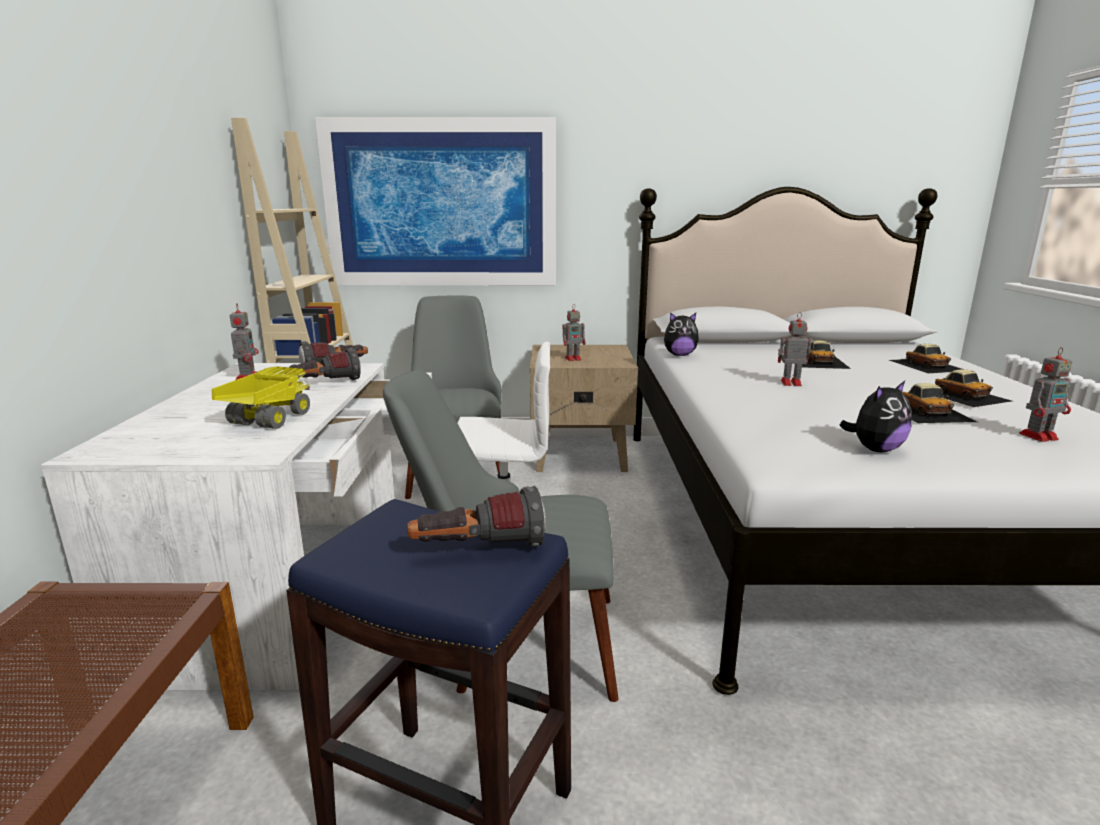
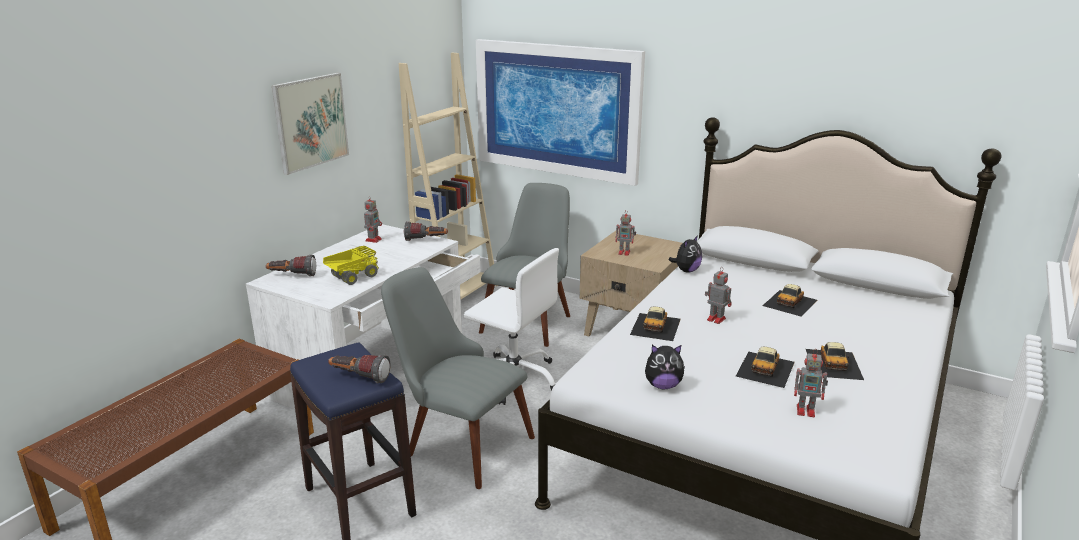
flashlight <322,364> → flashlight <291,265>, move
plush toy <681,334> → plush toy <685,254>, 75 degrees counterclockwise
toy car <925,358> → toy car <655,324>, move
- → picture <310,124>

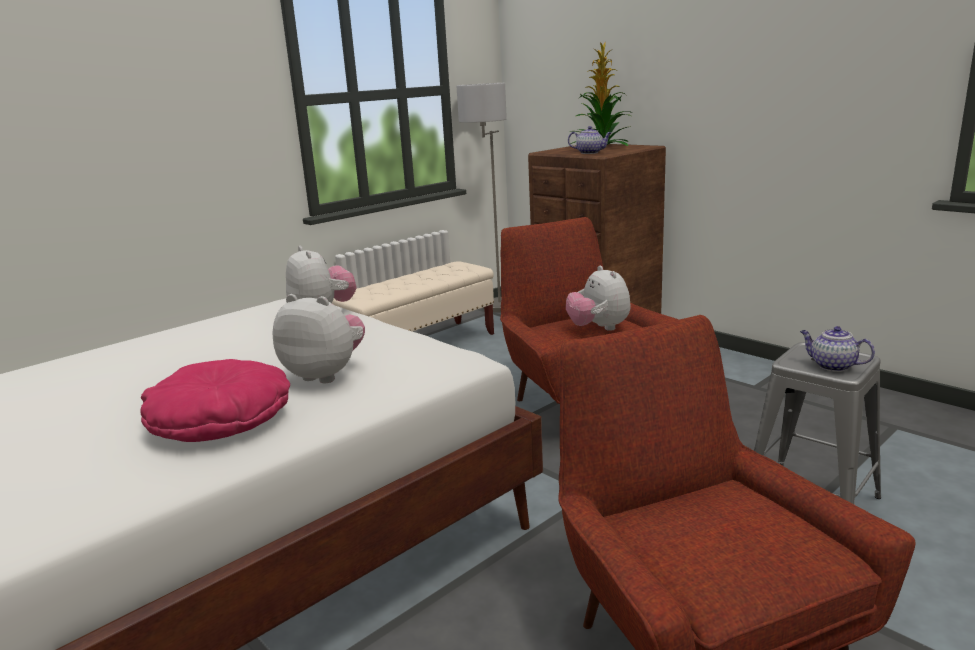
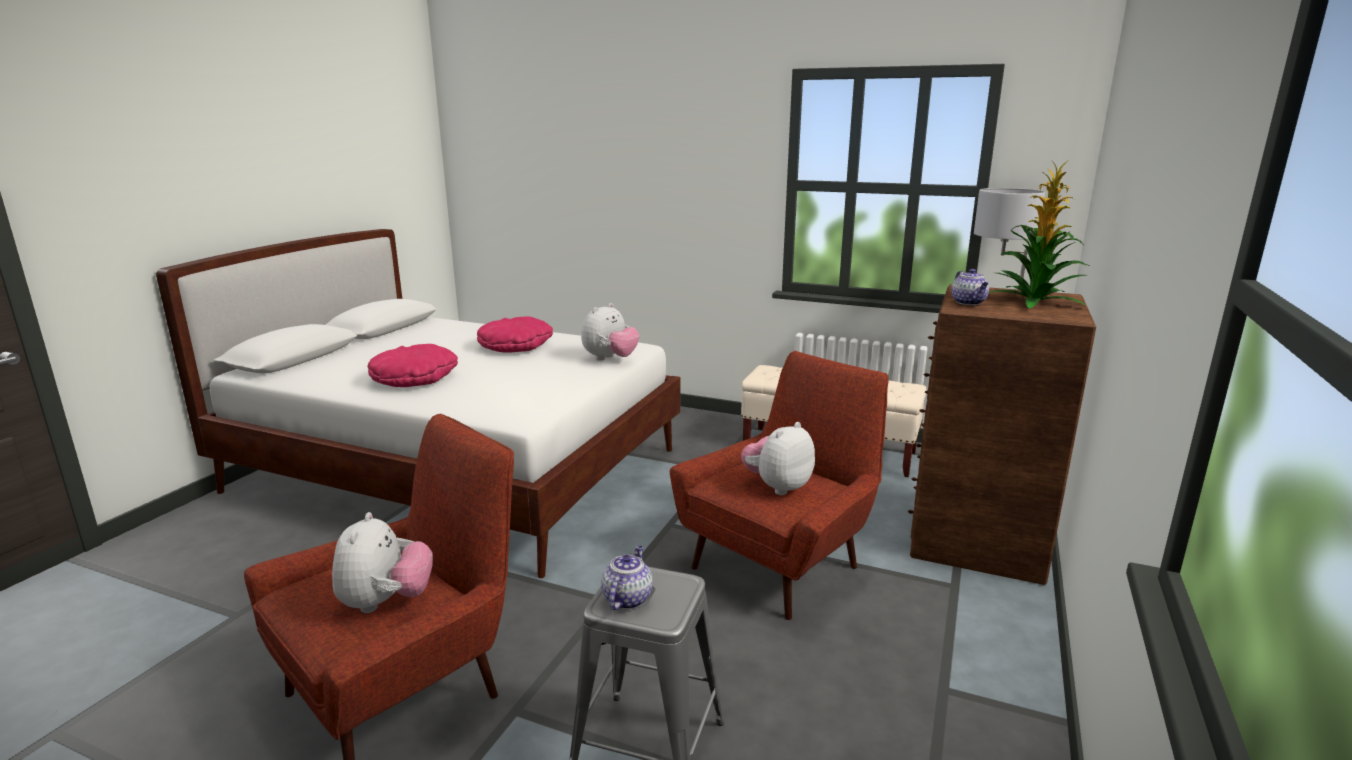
plush toy <318,338> → plush toy <382,562>, move
- → pillow in pink <515,335>

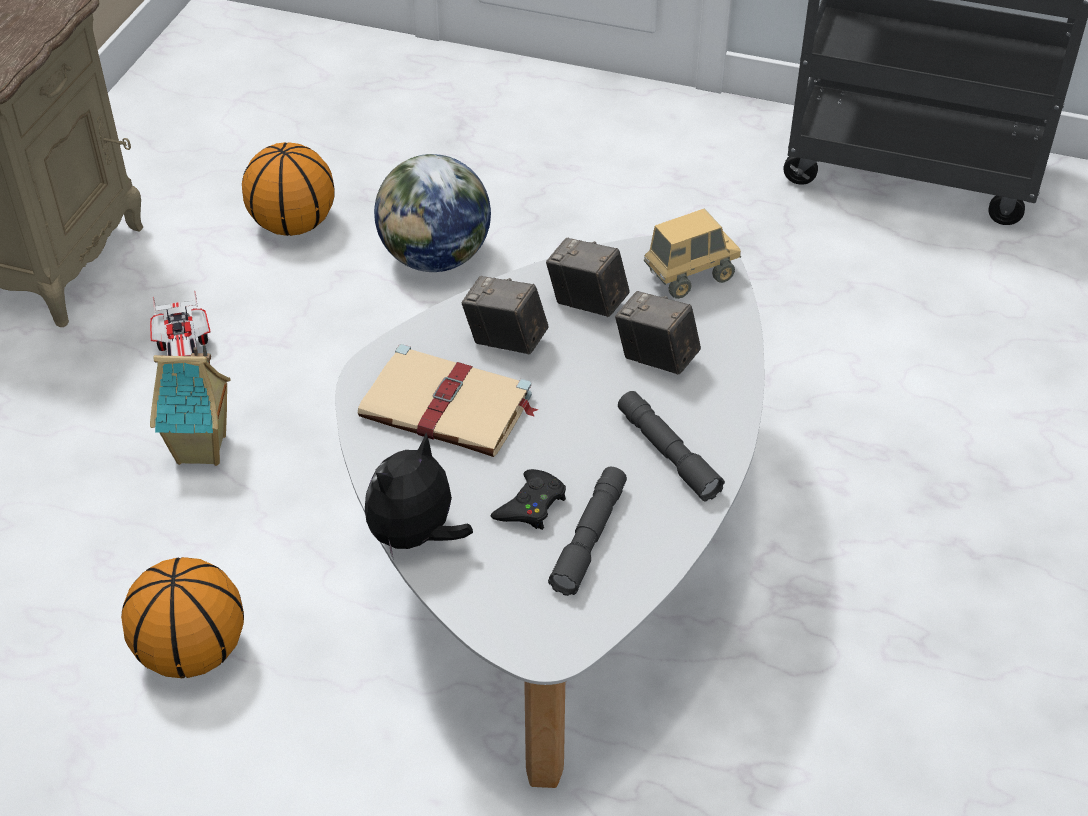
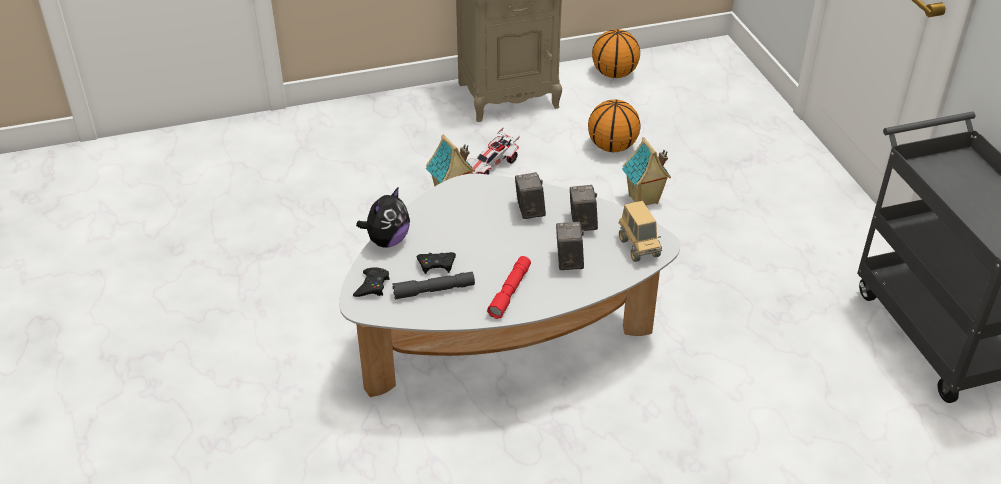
basketball <182,617> → basketball <616,53>, move
book in beige <448,400> → -
plush toy <419,496> → plush toy <383,217>, 120 degrees clockwise
globe <432,213> → toy house <646,171>
flashlight in grey <671,446> → flashlight in red <509,287>
toy truck <692,254> → toy truck <640,231>, 45 degrees clockwise
- → game controller in black <371,282>

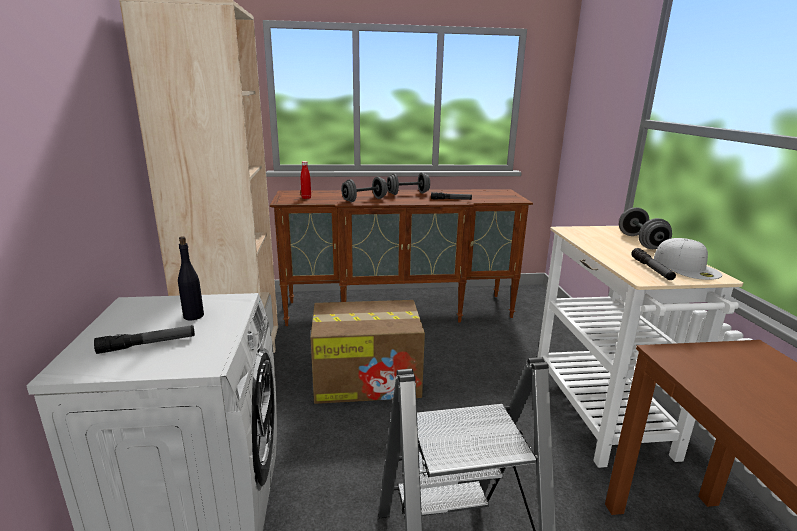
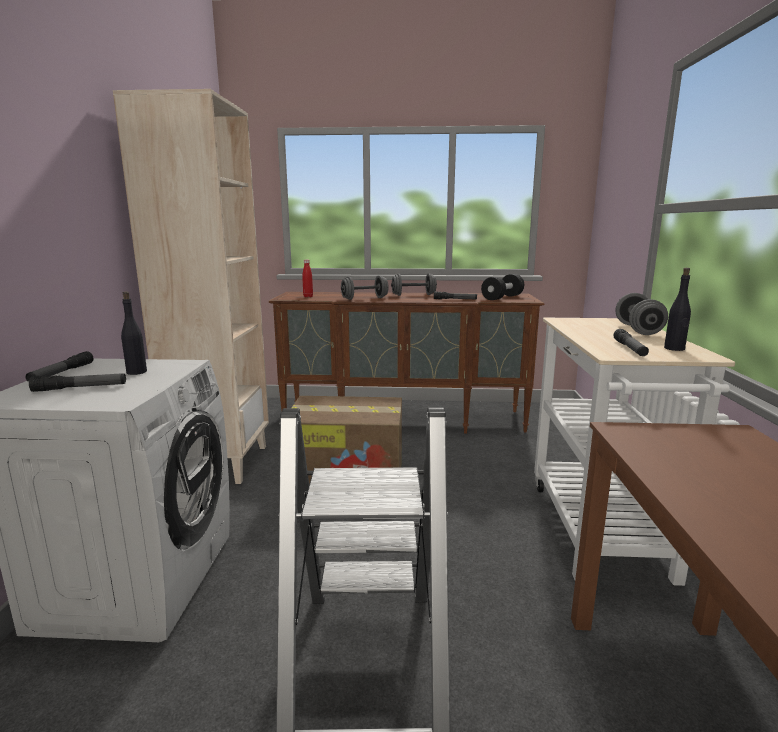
cap in white <688,259> → bottle in black <677,309>
- → flashlight <59,366>
- → dumbbell in black <502,287>

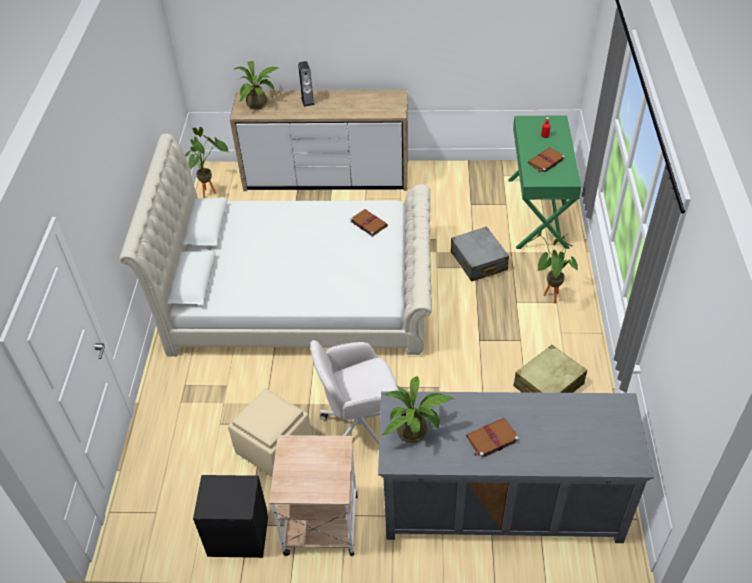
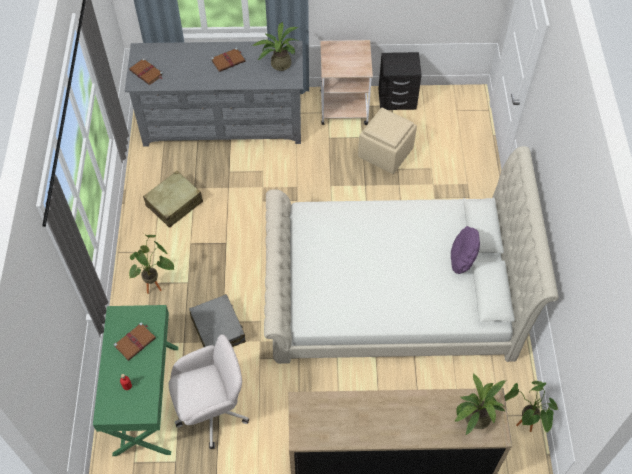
speaker <306,84> → -
office chair in white <354,392> → office chair in white <209,392>, move
book in brown <369,223> → book in brown <146,71>, move
- → pillow in purple <465,250>

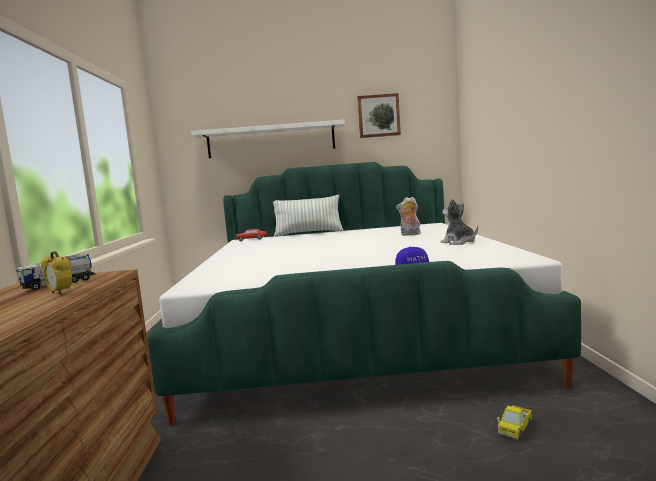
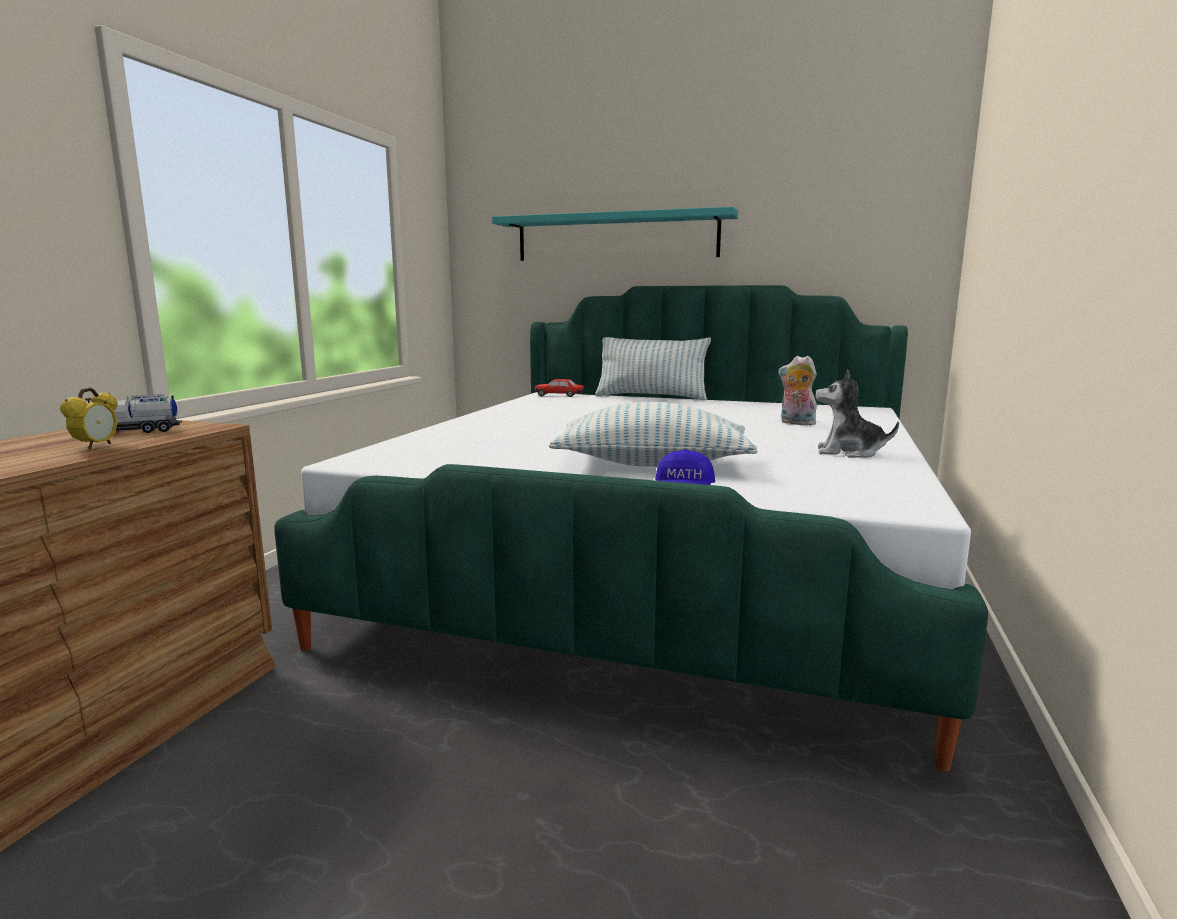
alarm clock <56,273> → alarm clock <89,418>, 135 degrees counterclockwise
shelf in white <268,139> → shelf in turquoise <615,234>
picture <379,115> → -
plush toy <459,221> → plush toy <857,414>, 60 degrees counterclockwise
toy truck <514,422> → -
- → pillow <653,434>

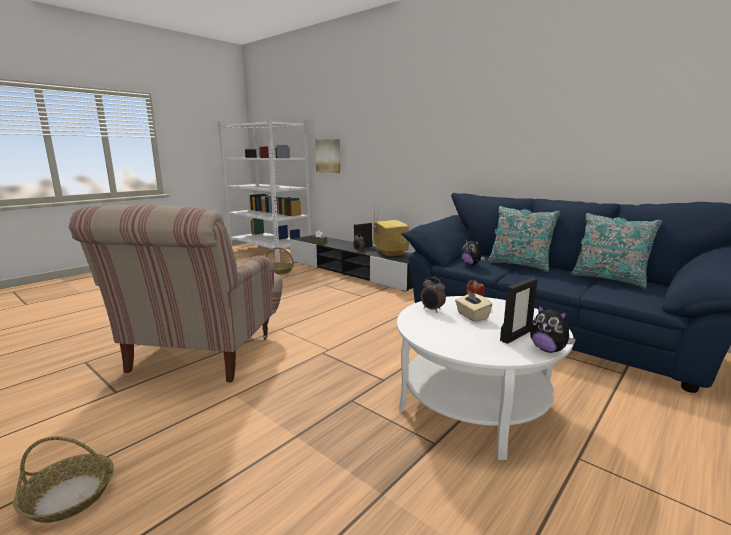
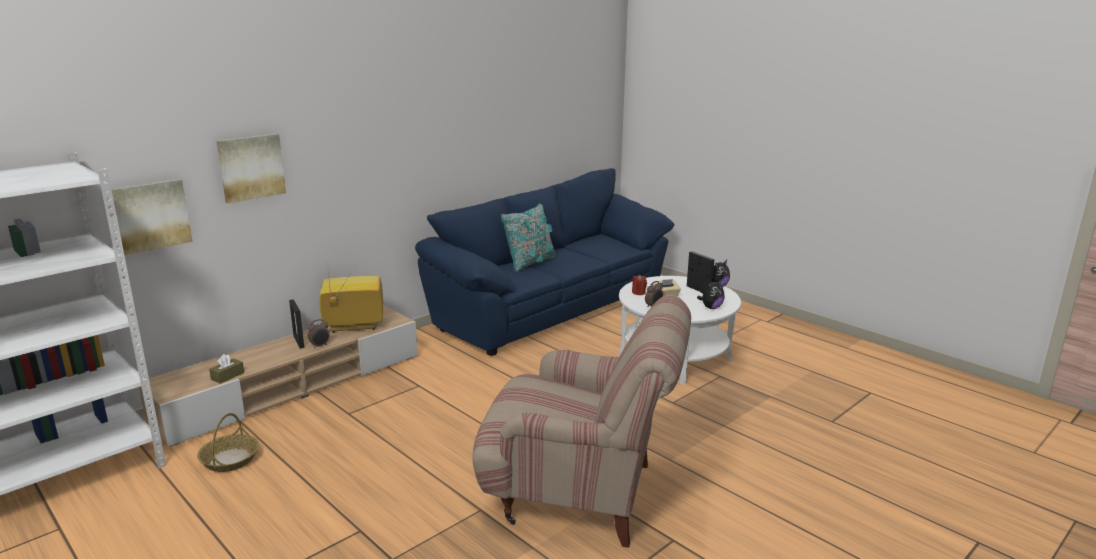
basket <63,479> → -
tv stand in black <351,263> → tv stand in beige <278,376>
plush toy <473,251> → plush toy <711,294>, move
pillow in turquoise <616,251> → -
- → picture <251,168>

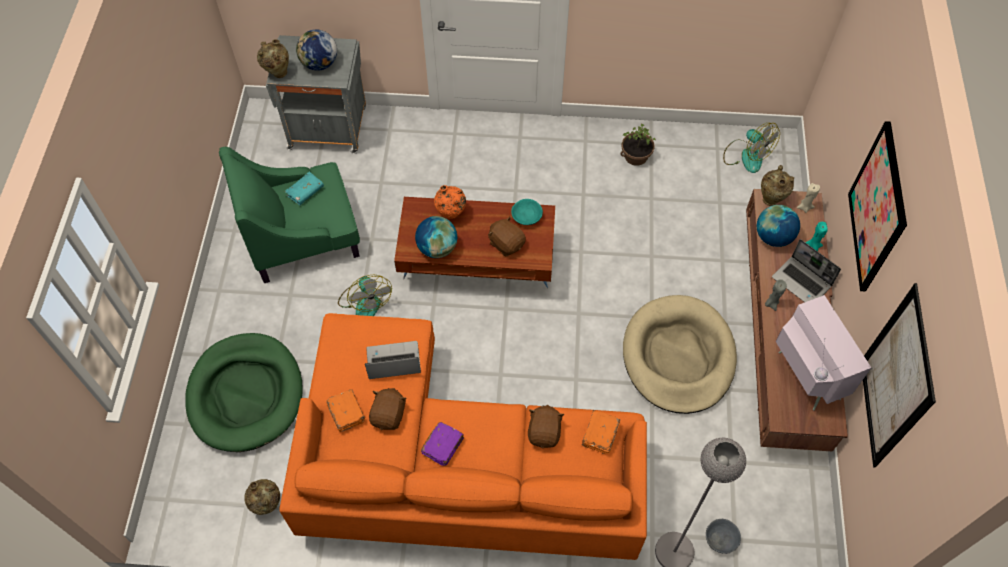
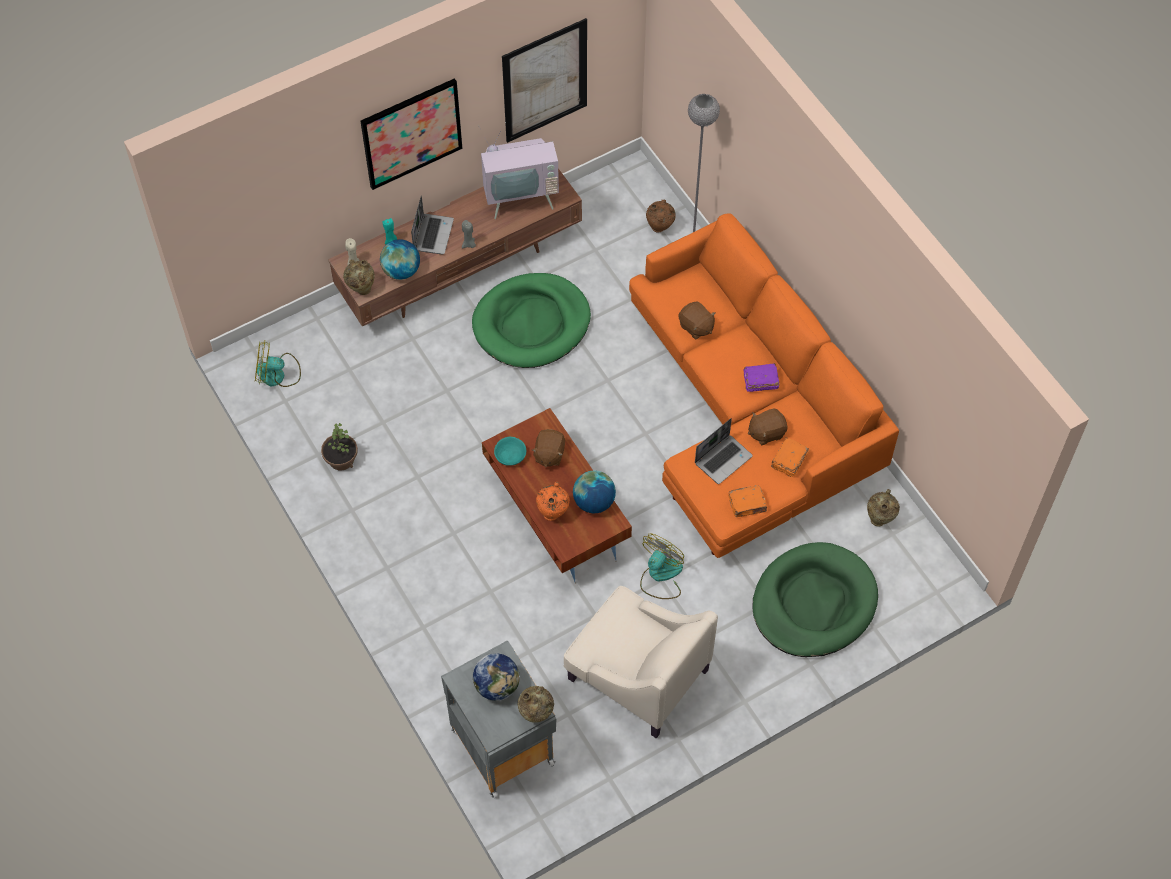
armchair in green <289,215> → armchair in beige <641,662>
book in turquoise <304,188> → -
laptop <393,360> → laptop <724,451>, 90 degrees counterclockwise
plush toy in brown <546,426> → plush toy in brown <697,320>, 105 degrees counterclockwise
book in orange <600,432> → book in orange <748,501>, move
dog bed in beige <680,354> → dog bed in green <531,320>
bowl in grey <723,536> → vase in brown <661,216>
fan <751,148> → fan <278,364>, 105 degrees counterclockwise
television <824,353> → television <518,170>, 135 degrees counterclockwise

